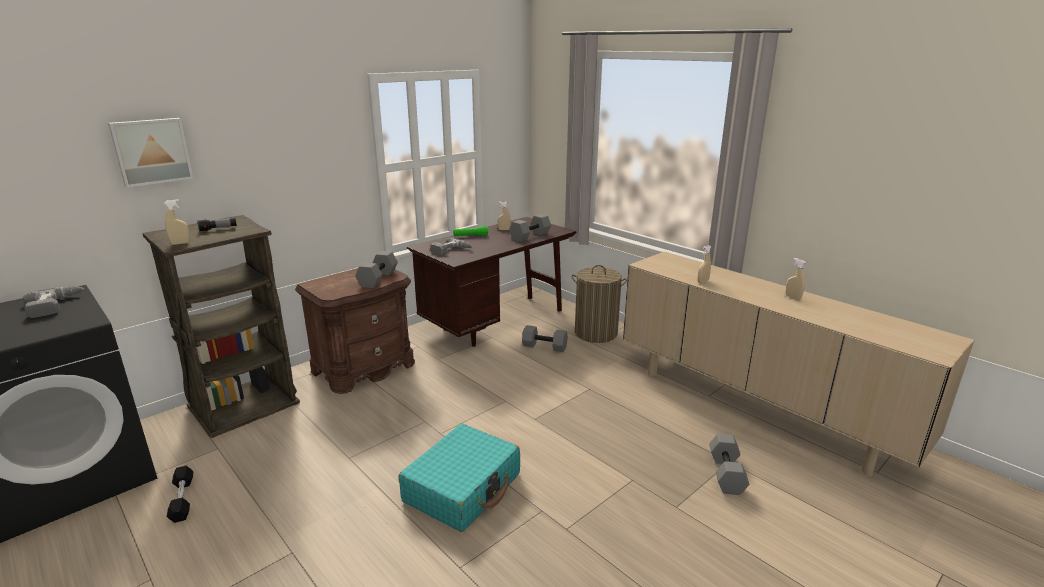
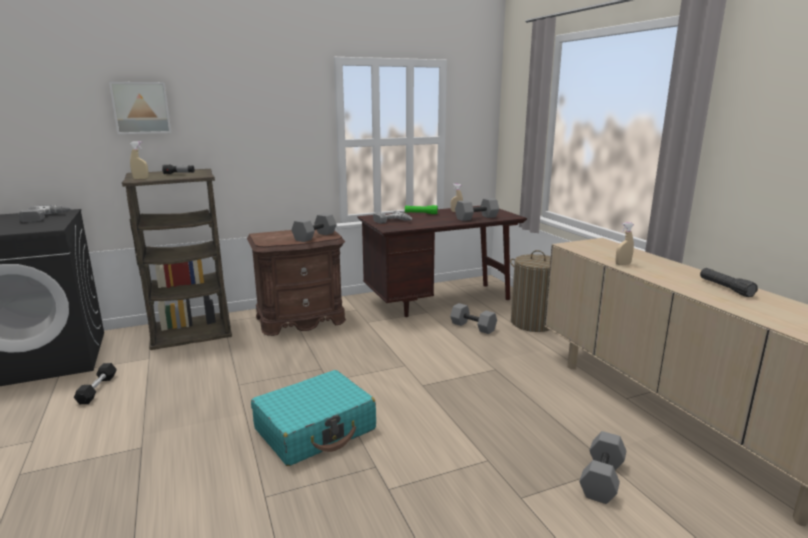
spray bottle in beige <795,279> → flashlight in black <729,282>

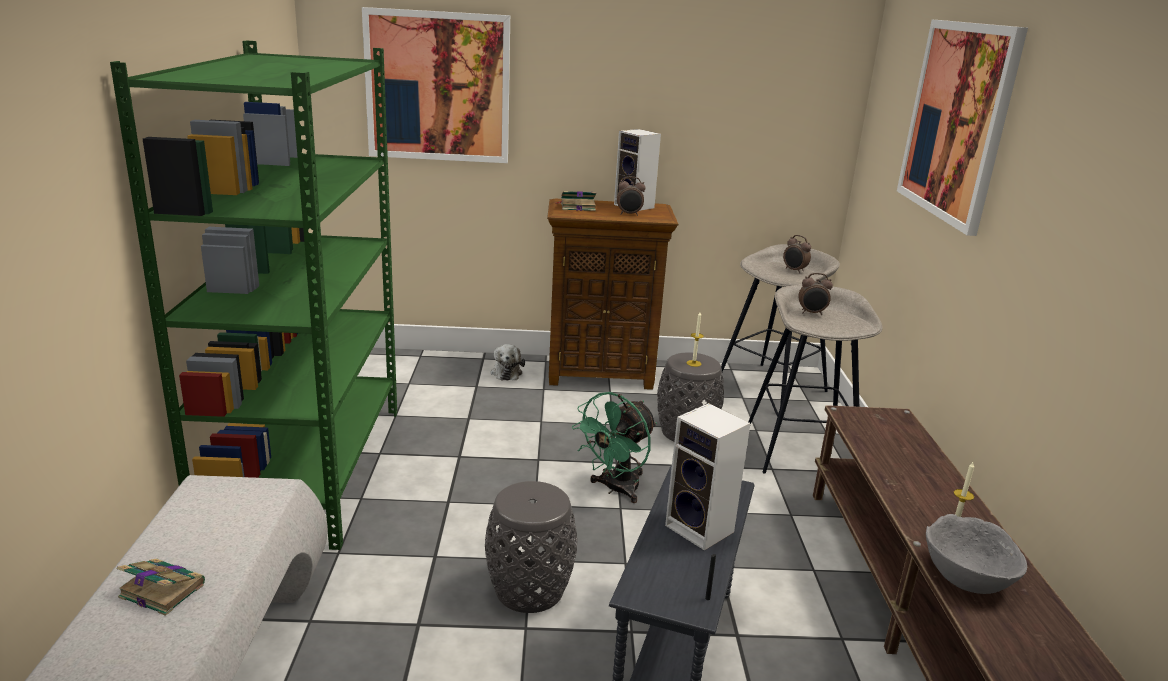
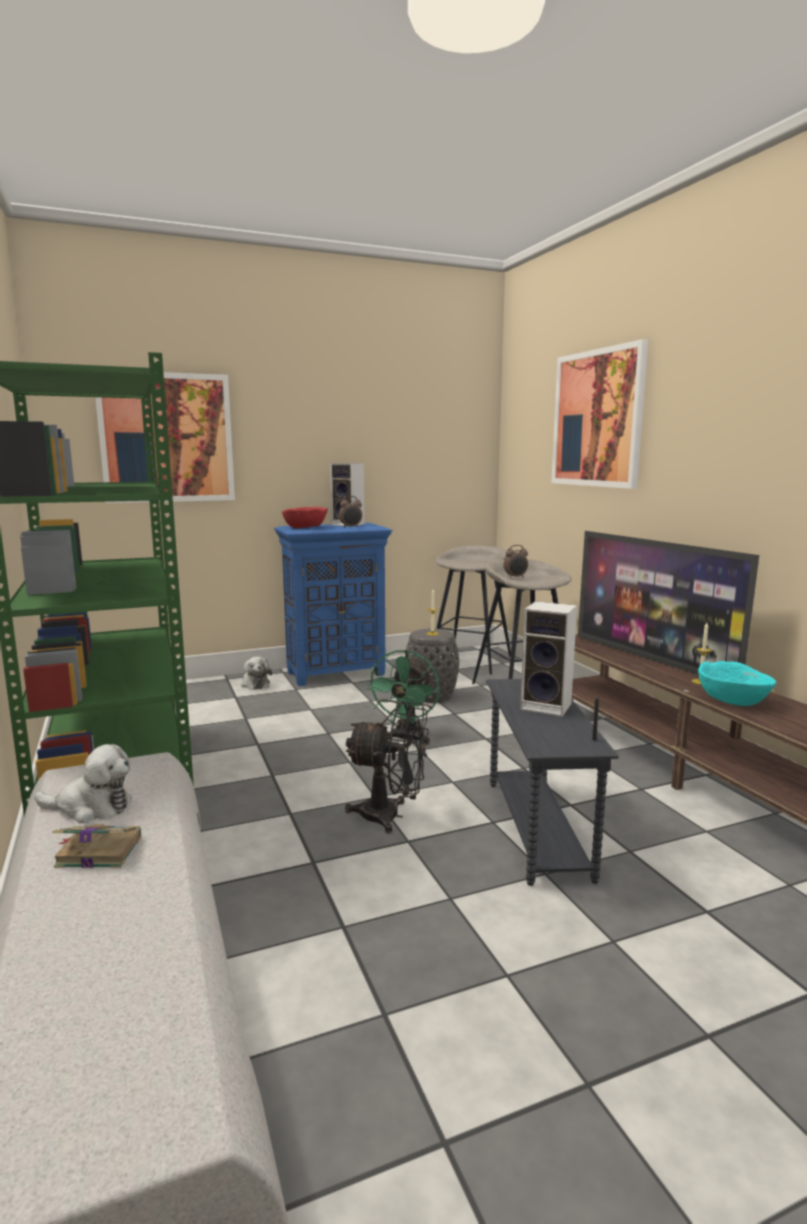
stool in grey <531,547> → fan in black <387,767>
cabinet in brown <612,294> → cabinet in blue <333,604>
book <576,201> → bowl in red <305,517>
alarm clock <797,254> → -
bowl in grey <976,554> → bowl in turquoise <737,683>
- → plush toy <83,783>
- → television <668,603>

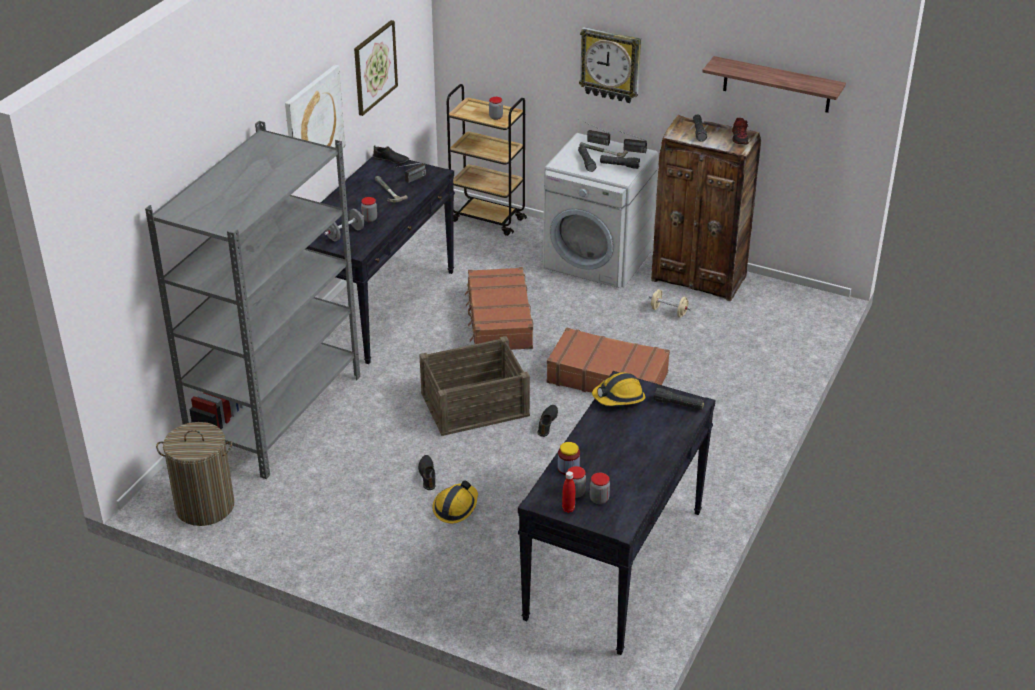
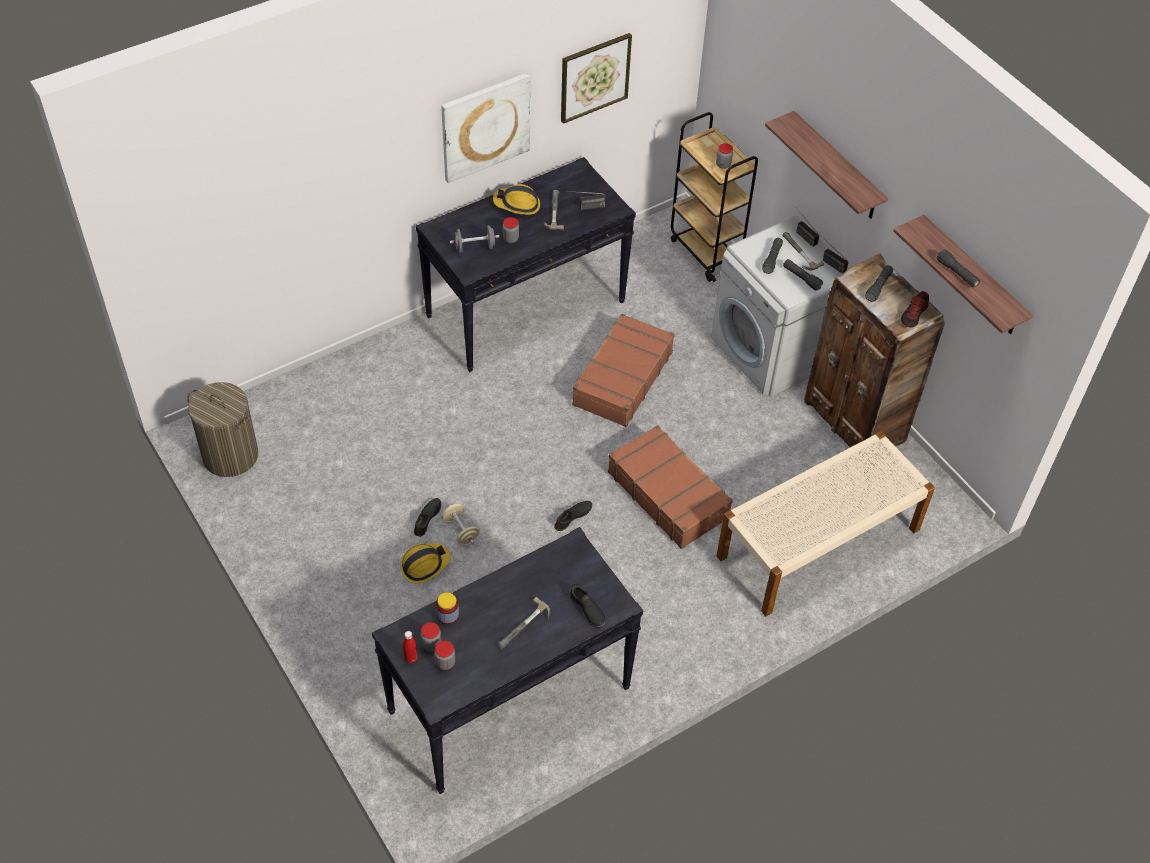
bookcase in grey <252,300> → -
shoe in black <391,154> → shoe in black <588,605>, move
crate <474,386> → -
wall clock <610,65> → shelf <826,165>
hard hat <618,389> → hard hat <516,199>, move
dumbbell in beige <670,303> → dumbbell in beige <461,524>, move
flashlight in black <679,399> → flashlight in black <958,268>, move
- → hammer <524,623>
- → bench in beige <825,524>

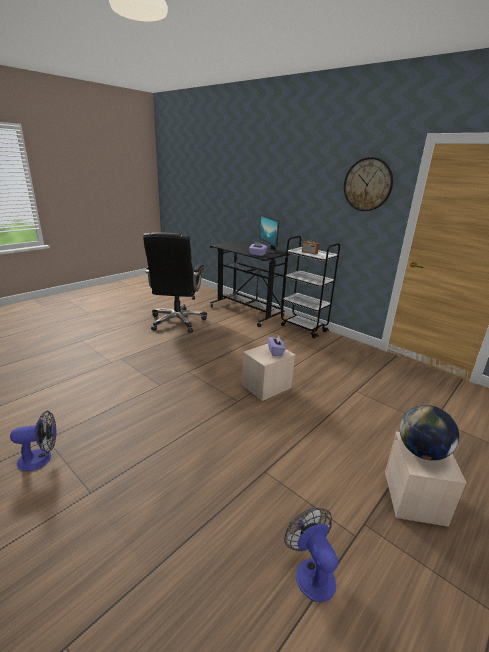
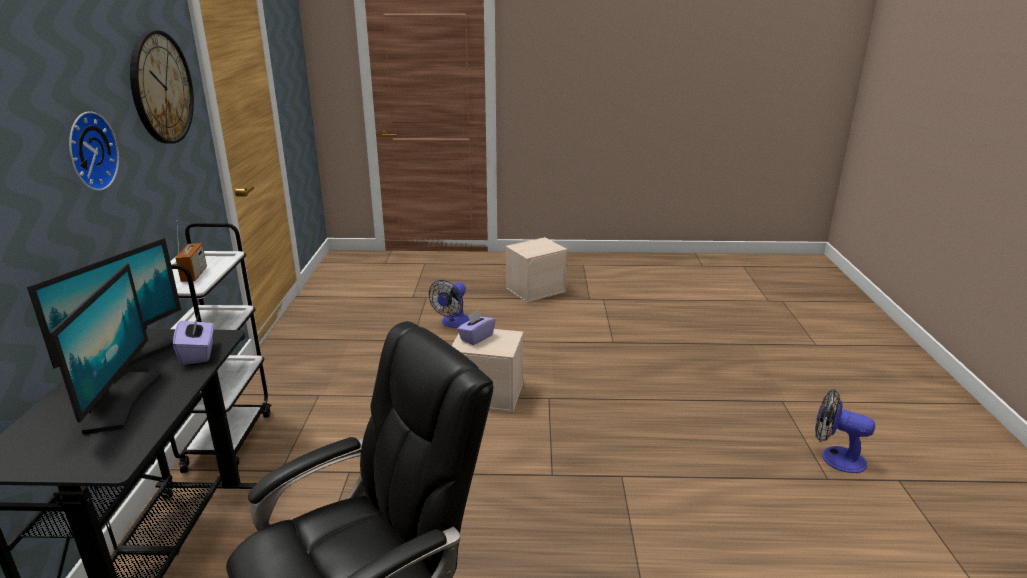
fan <311,555> → fan <449,304>, move
globe <429,433> → -
- → monitor <105,349>
- → wall clock <94,151>

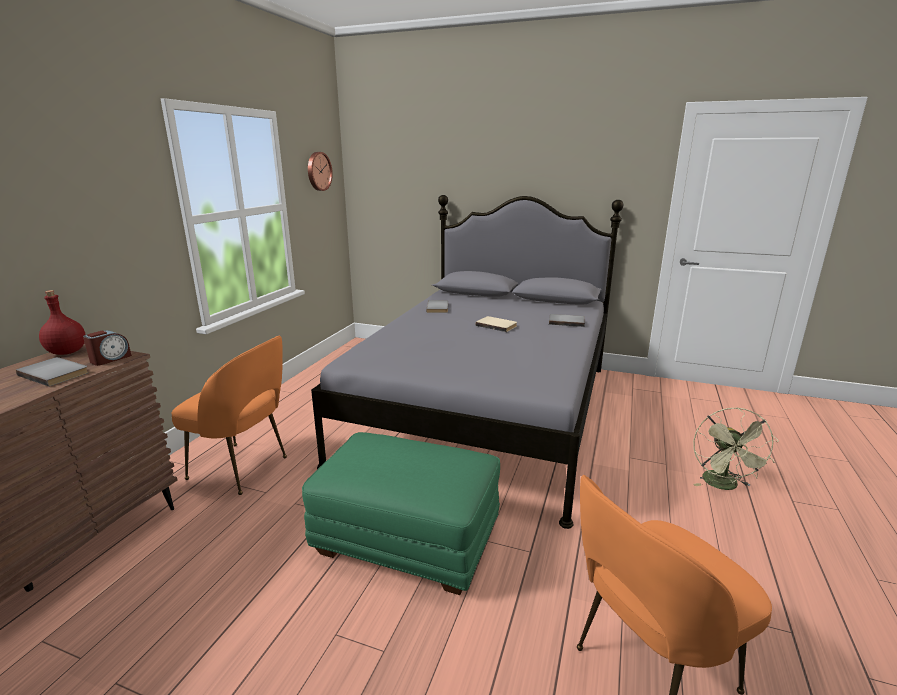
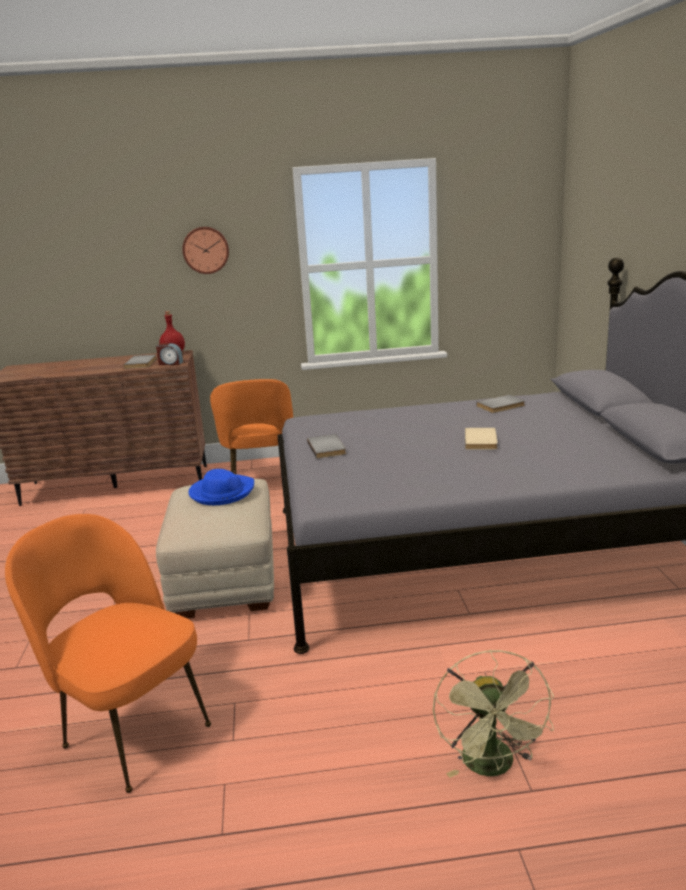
ottoman in green <401,513> → ottoman in beige <215,549>
wall clock <320,171> → wall clock <205,250>, move
book in grey <567,320> → book in grey <326,446>, move
fan in green <736,449> → fan in green <493,713>, 75 degrees counterclockwise
- → hat in blue <221,487>

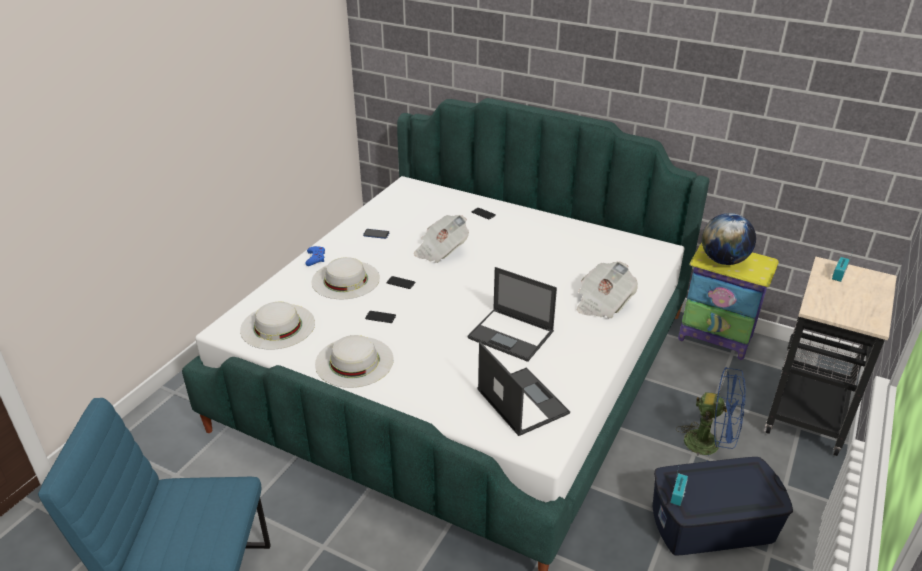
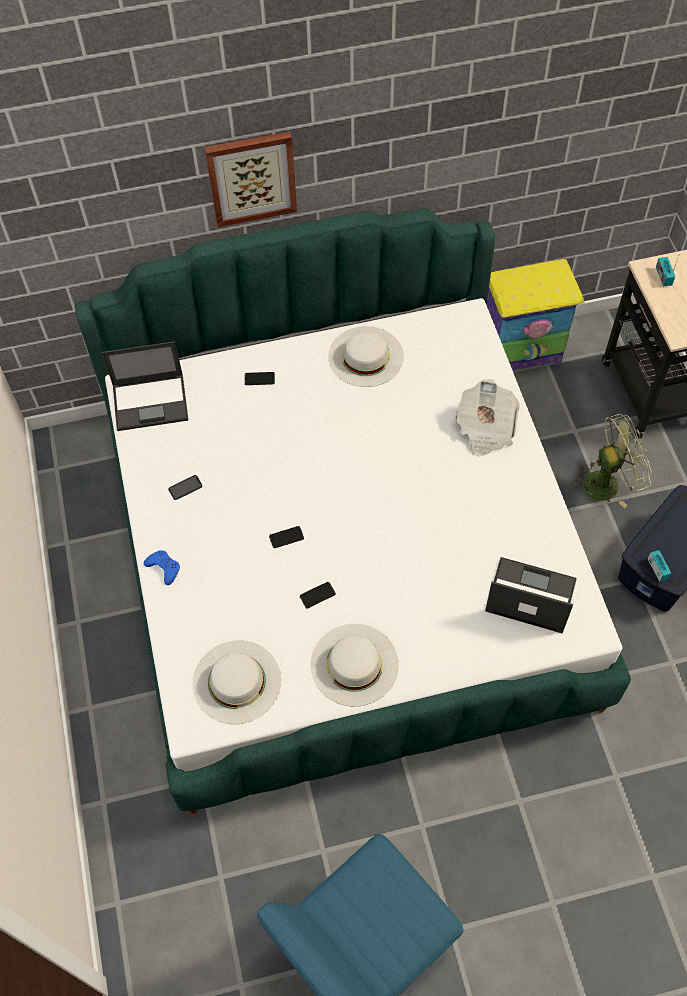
hat in white <346,278> → hat in white <366,356>, move
newspaper <441,239> → -
laptop <512,314> → laptop <145,386>, move
fan in blue <711,414> → fan in green <612,461>
globe <729,239> → -
- → picture <251,179>

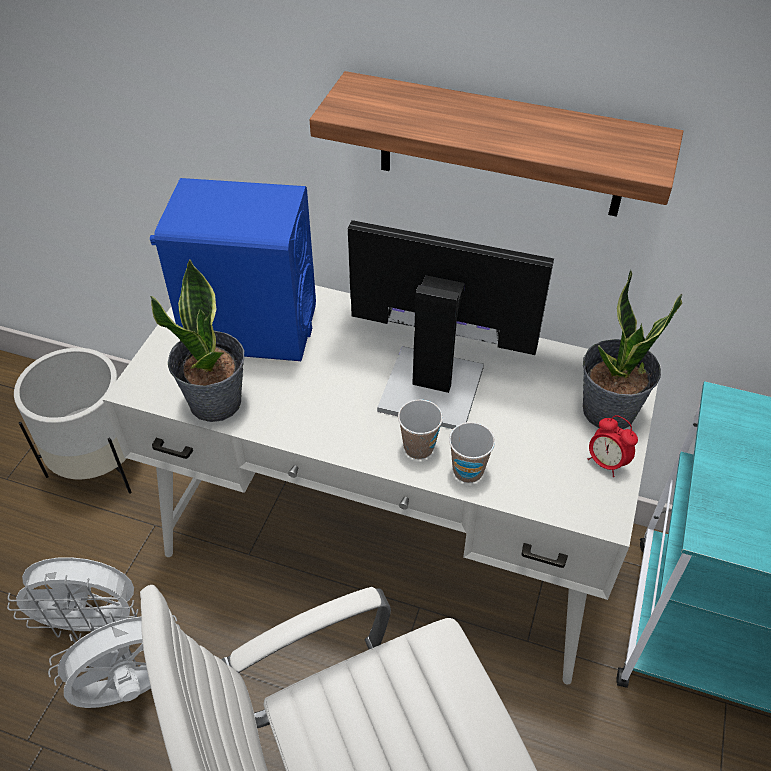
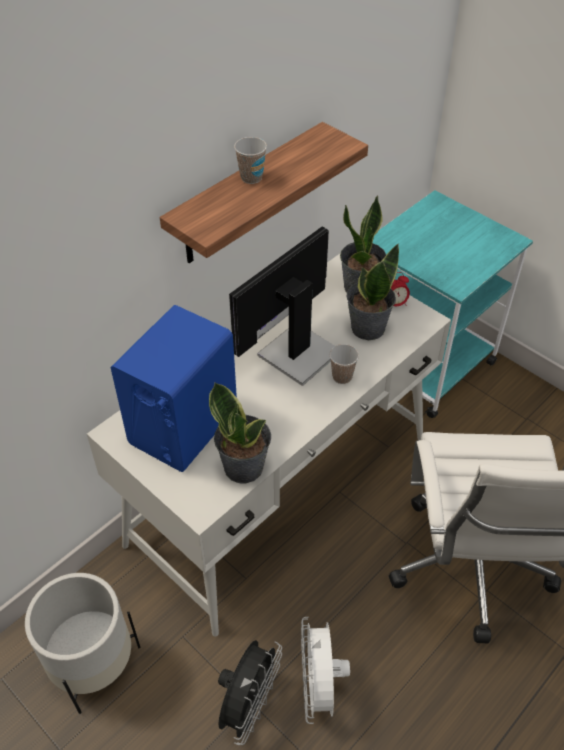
fan in white <72,598> → fan in black <250,692>
cup <472,452> → cup <250,160>, move
- → potted plant <372,292>

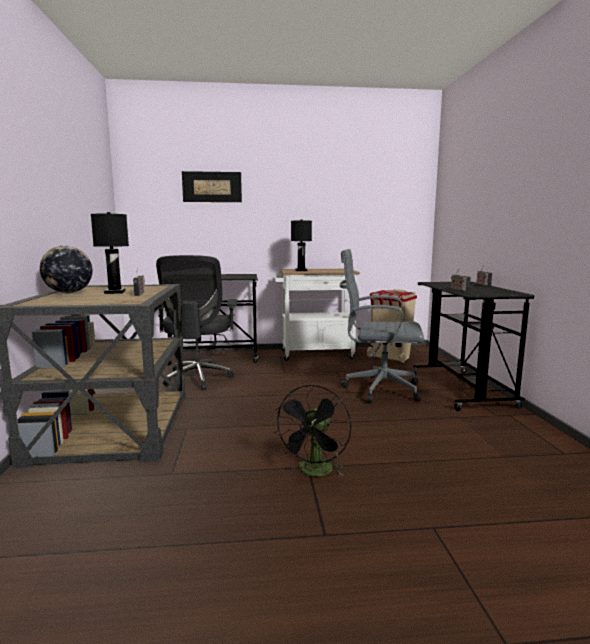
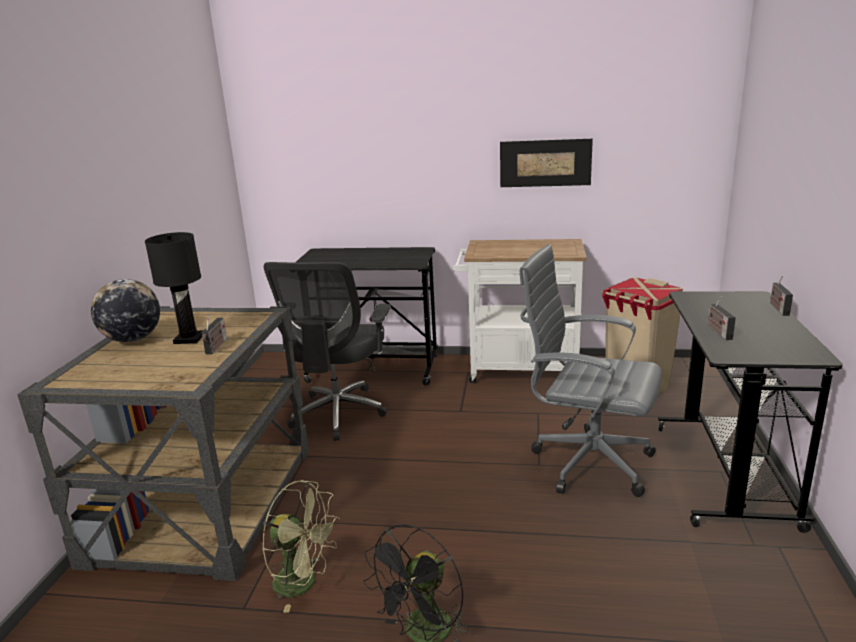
picture <212,186> → picture <546,163>, move
table lamp in black <301,245> → -
- → fan in green <301,546>

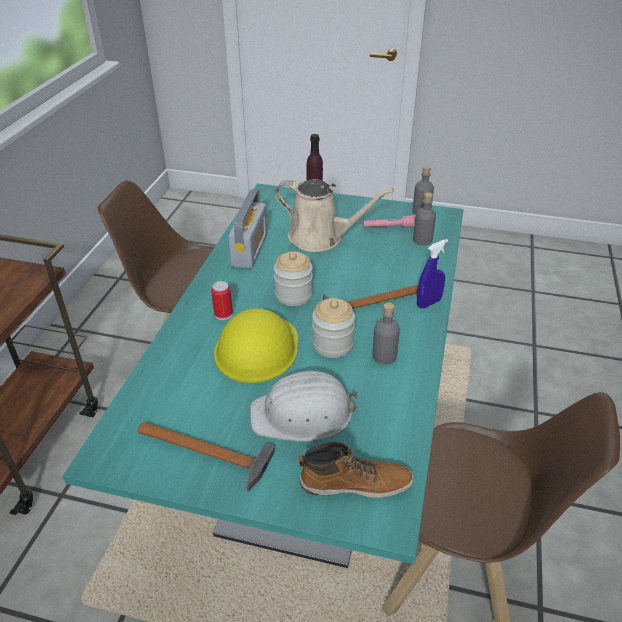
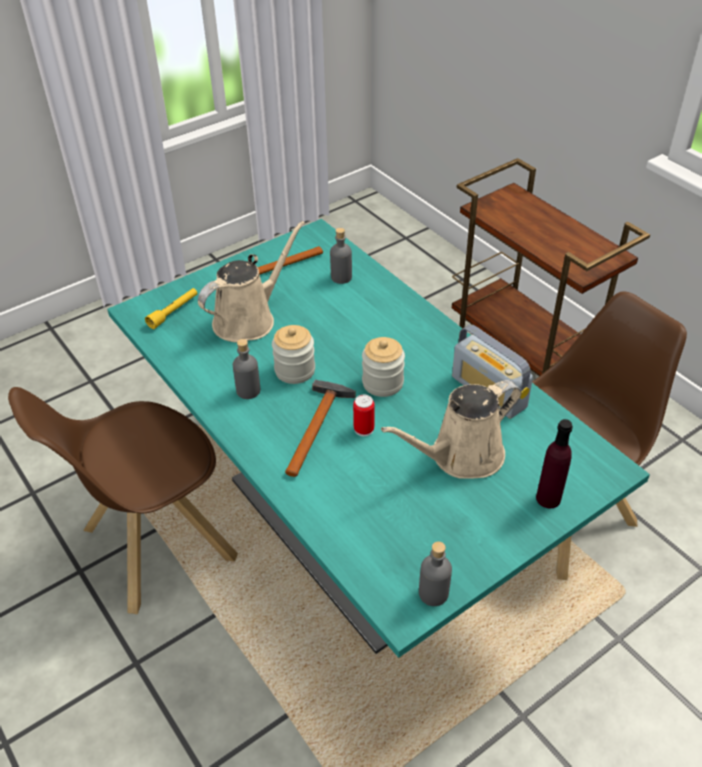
can <222,300> → can <364,415>, move
hard hat in yellow <256,345> → -
hard hat in white <304,406> → watering can in beige <251,281>
boot <356,470> → flashlight in yellow <171,308>
flashlight in pink <389,221> → -
bottle in grey <424,218> → bottle in grey <341,256>, move
spray bottle in blue <432,273> → -

